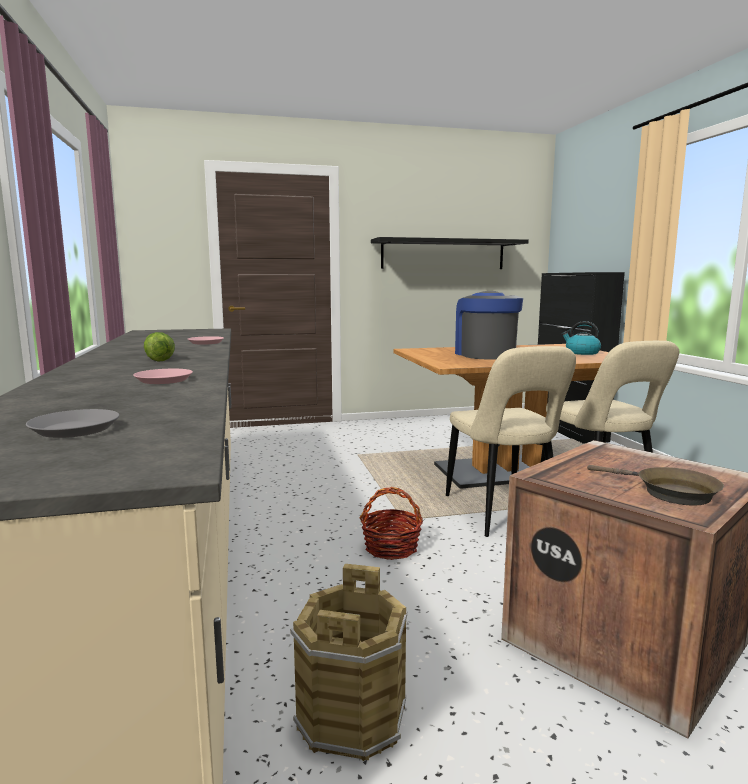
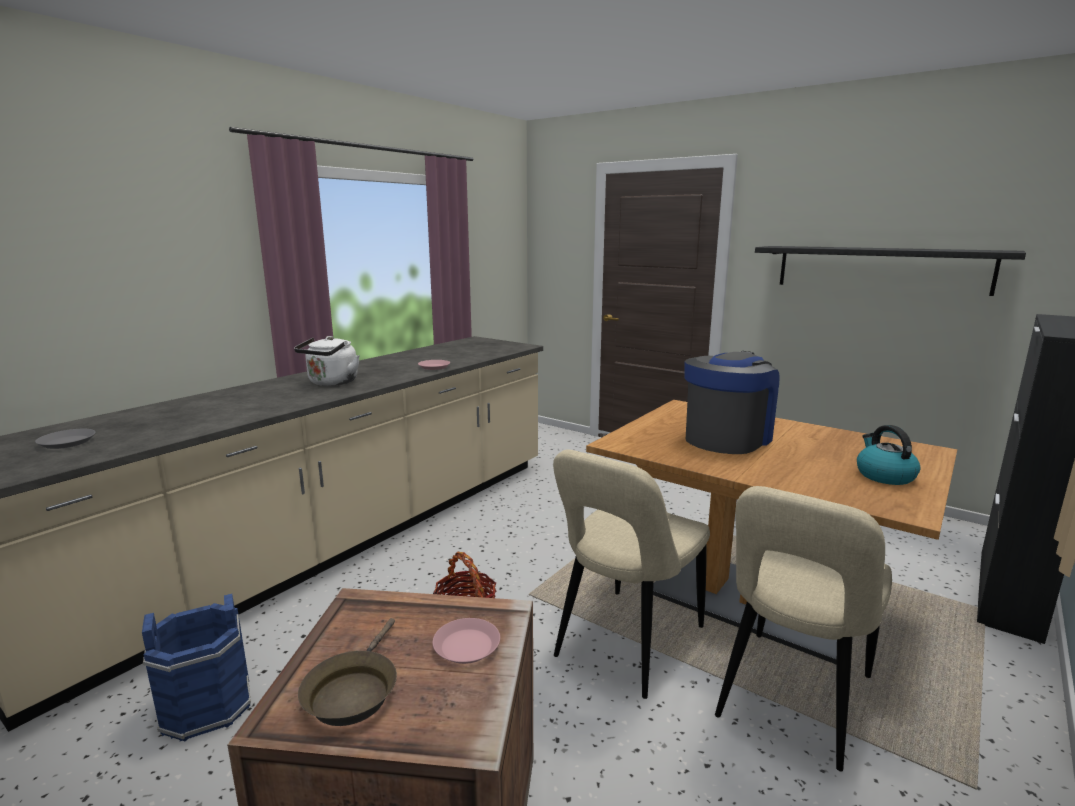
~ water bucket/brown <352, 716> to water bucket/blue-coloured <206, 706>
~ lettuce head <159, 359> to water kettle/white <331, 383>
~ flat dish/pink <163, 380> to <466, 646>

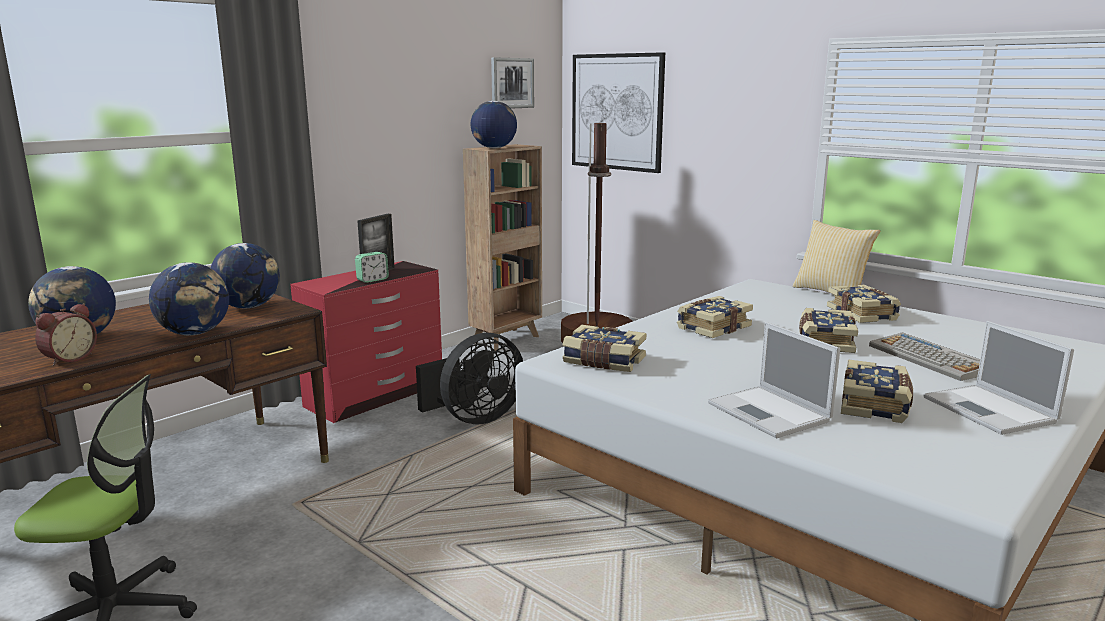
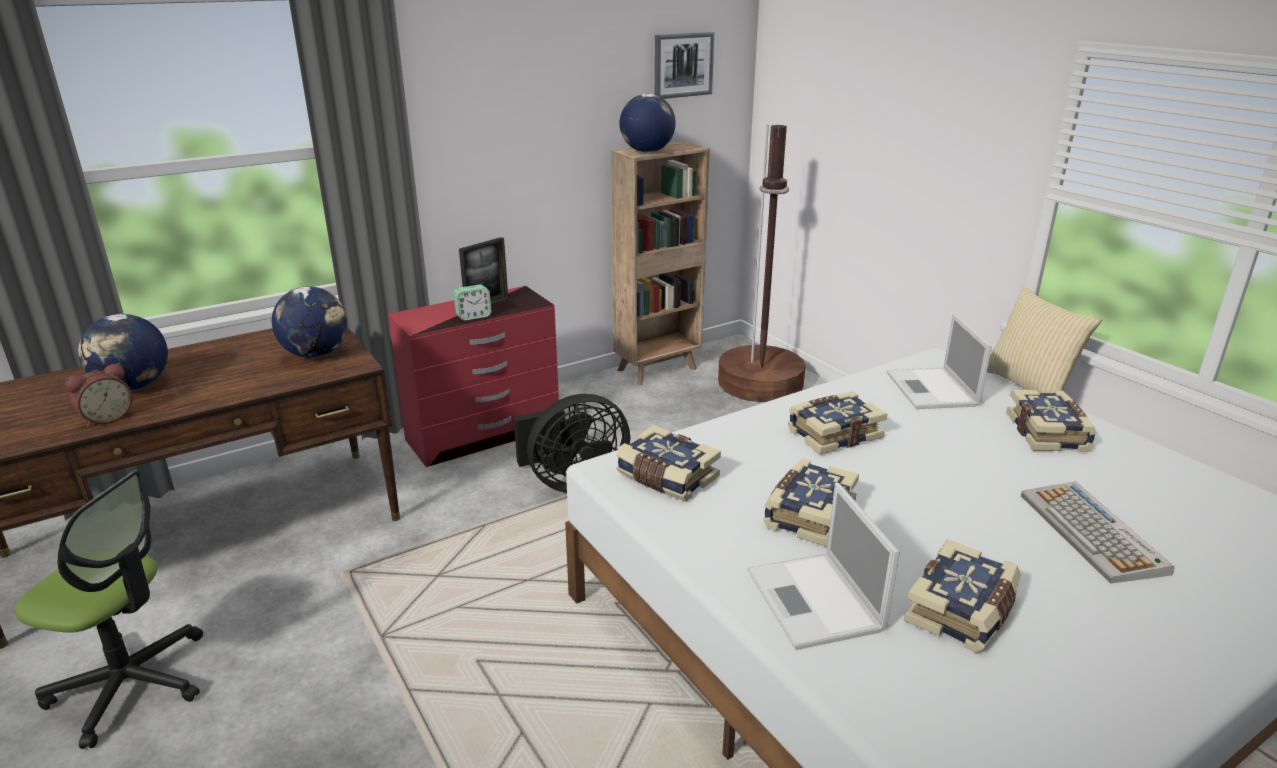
~ bound book <825, 342> to <807, 514>
~ portable computer <991, 410> to <932, 390>
- desk globe <195, 333>
- picture <617, 112>

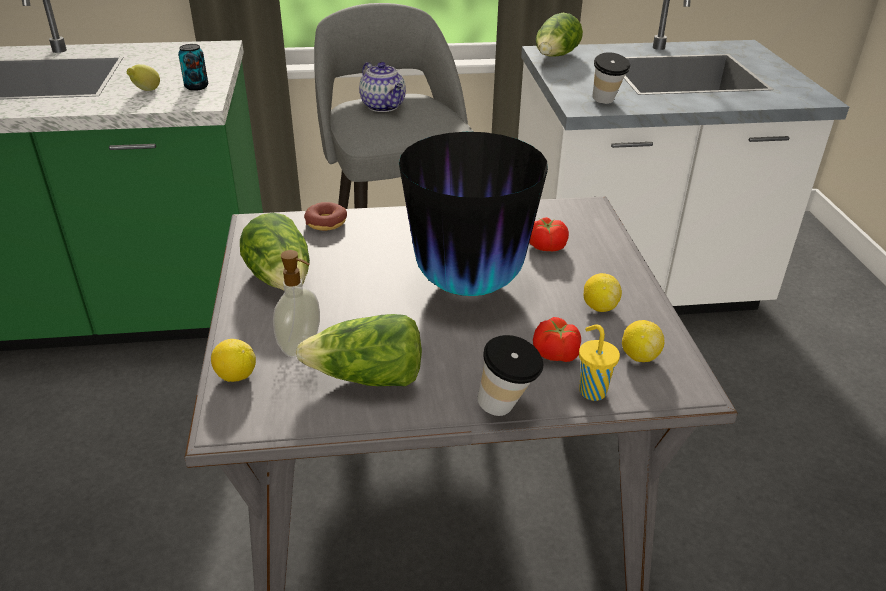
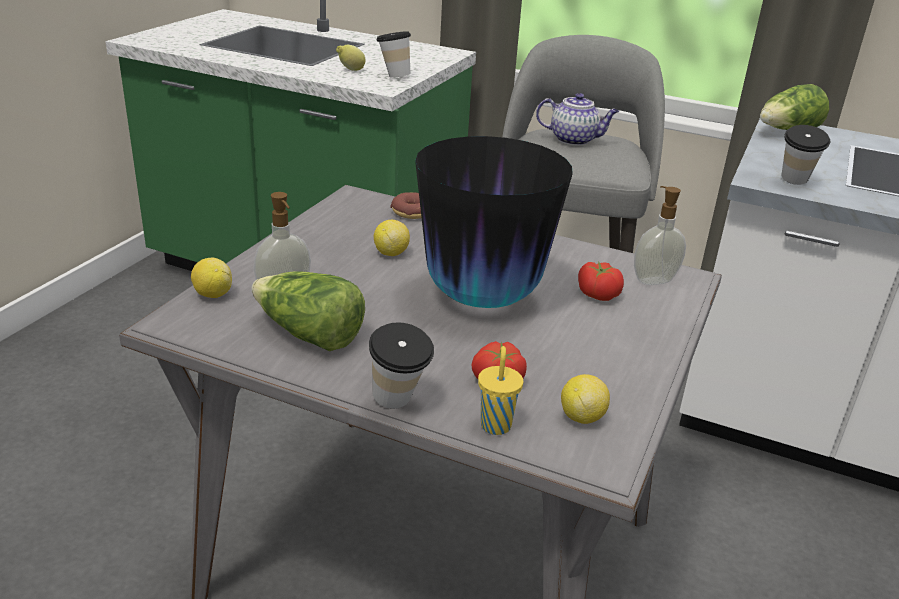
~ citrus fruit <599, 307> to <391, 253>
~ sealed can <196, 87> to drinking cup <393, 76>
~ teapot <384, 106> = <574, 140> 75 degrees counterclockwise
+ soap bottle <653, 280>
- lettuce head <282, 279>

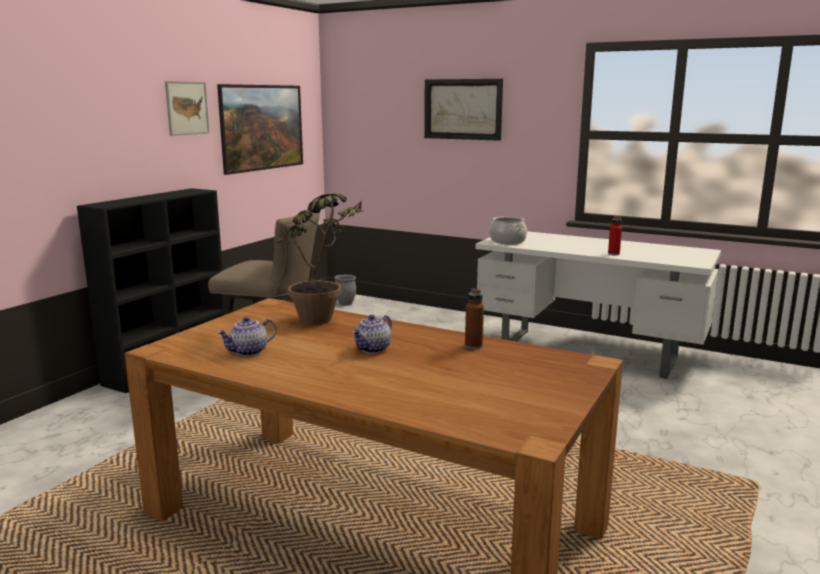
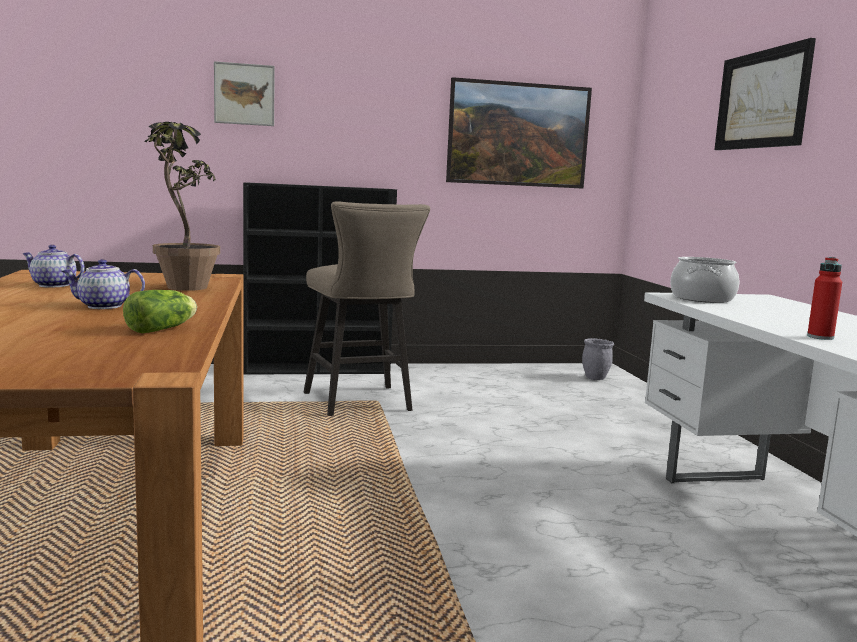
~ drink bottle/brown <473, 346> to lettuce head <163, 329>
~ picture <187, 108> to <244, 94>

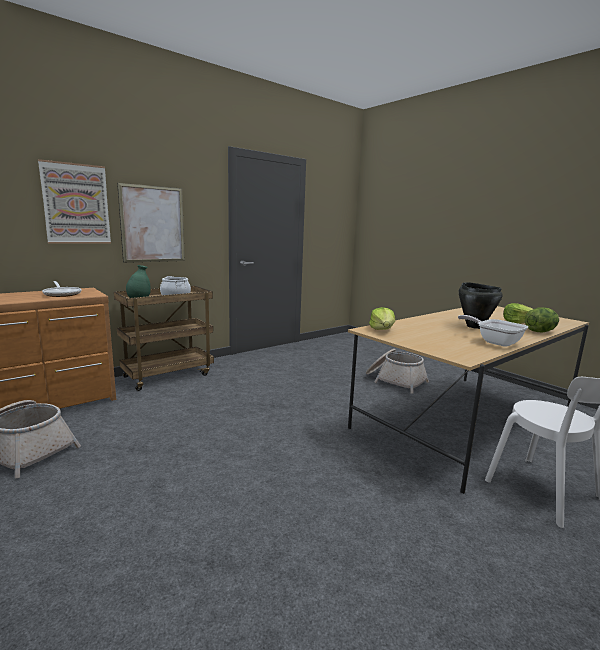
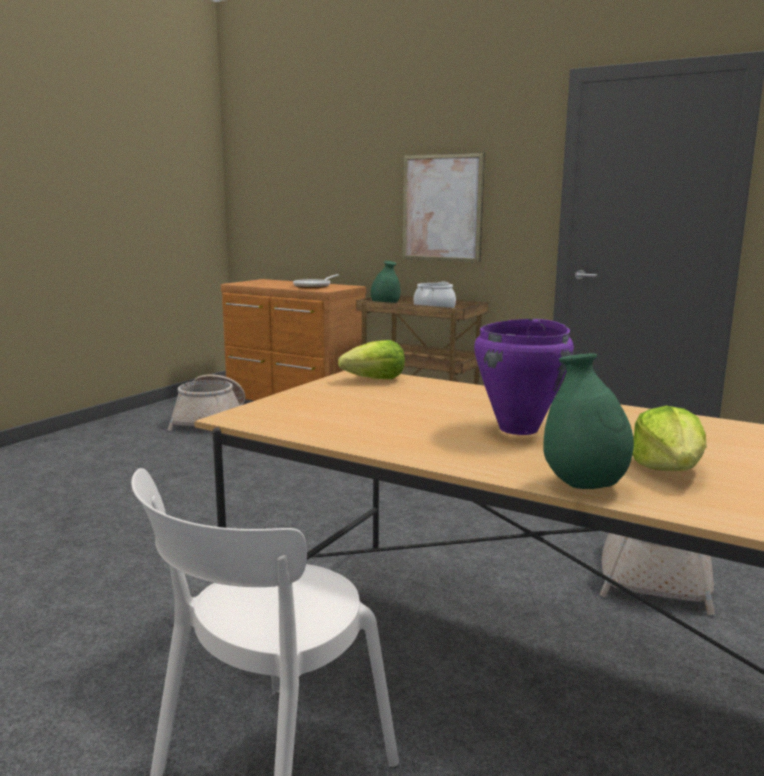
~ saucepot/black-coloured <474, 326> to saucepot/purple <519, 429>
~ lettuce head <540, 331> to vase/green-coloured <584, 486>
- picture <76, 204>
- skillet <494, 342>

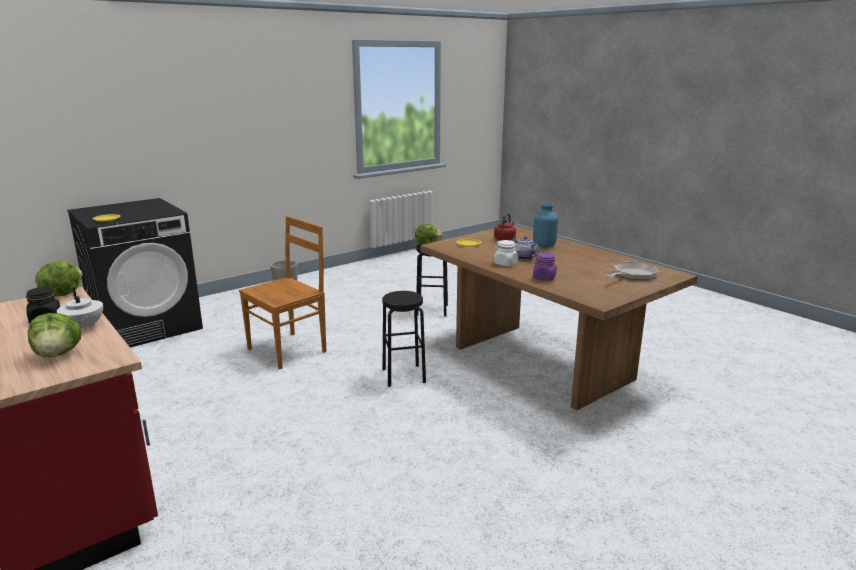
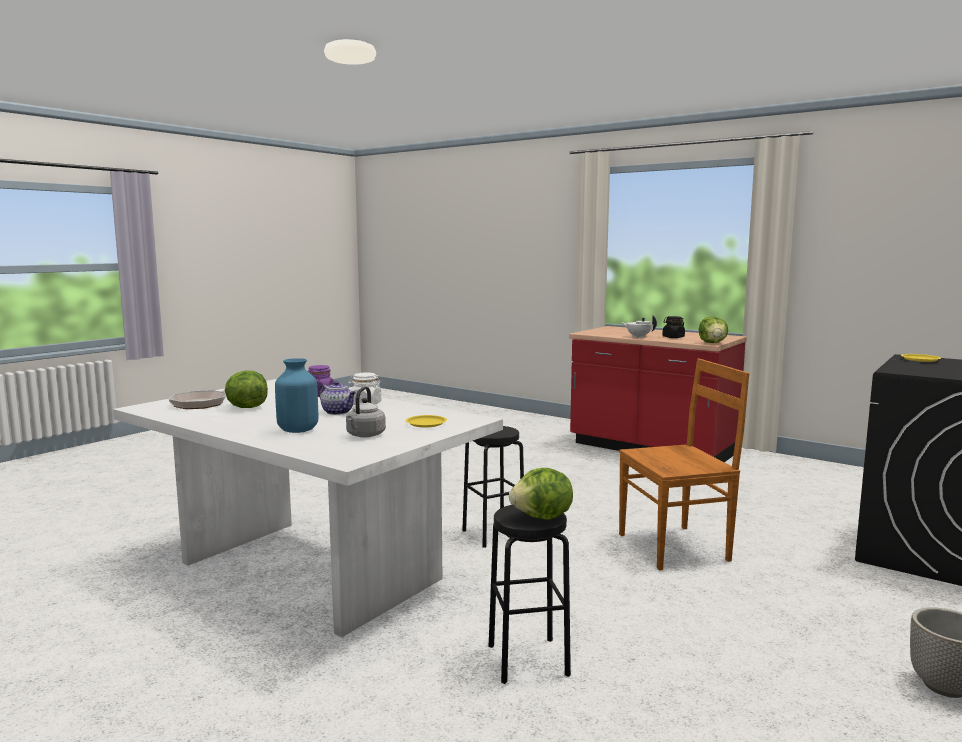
~ kitchen table/brown <540, 362> to kitchen table/white <311, 570>
~ lettuce head <58, 354> to <246, 407>
~ water kettle/reddish <505, 239> to water kettle/grey <364, 435>
~ chair/brown <289, 349> = <676, 547> 135 degrees counterclockwise

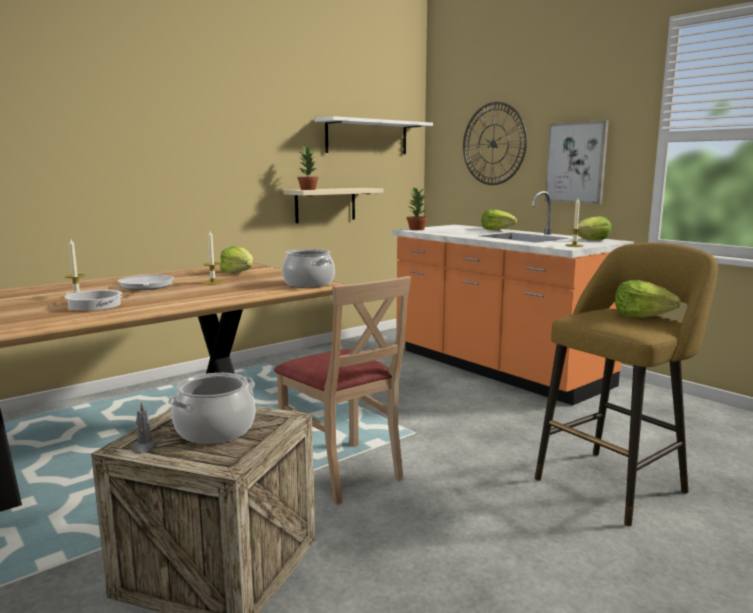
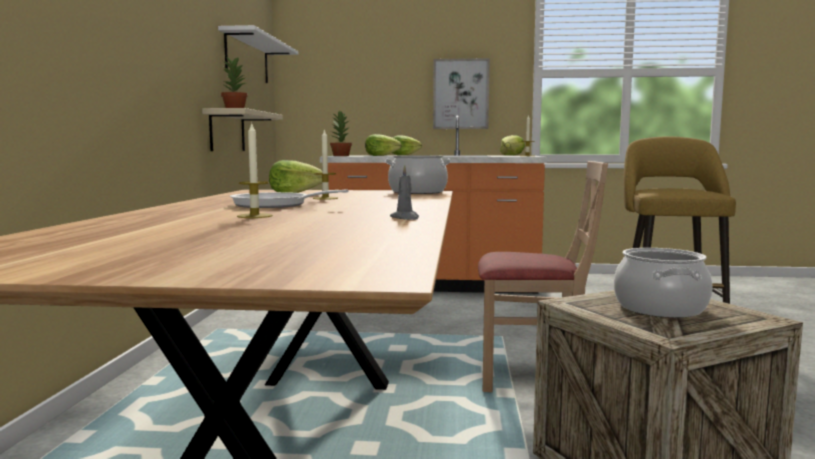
~ lettuce head <641, 316> to <381, 156>
~ candle/grey <144, 447> to <405, 218>
- saucepot <95, 305>
- clock on the wall <493, 144>

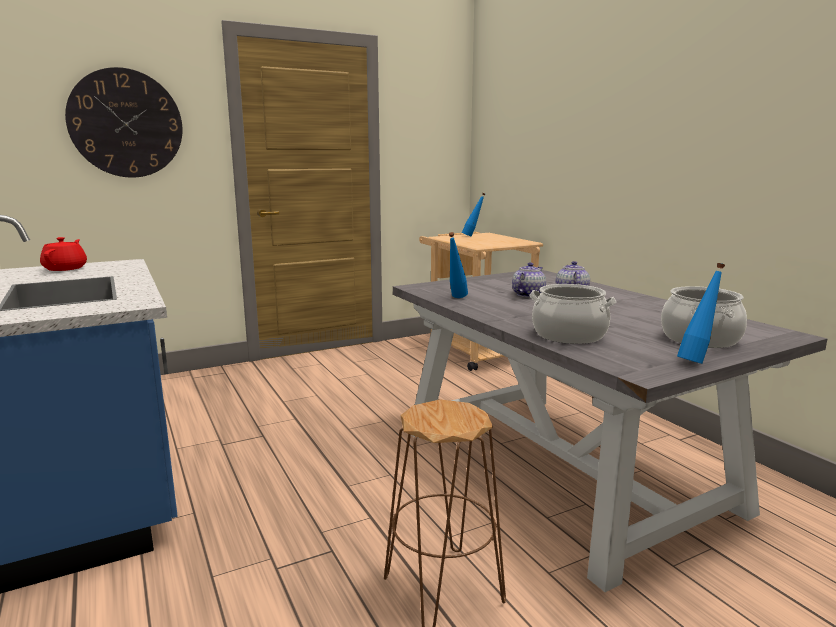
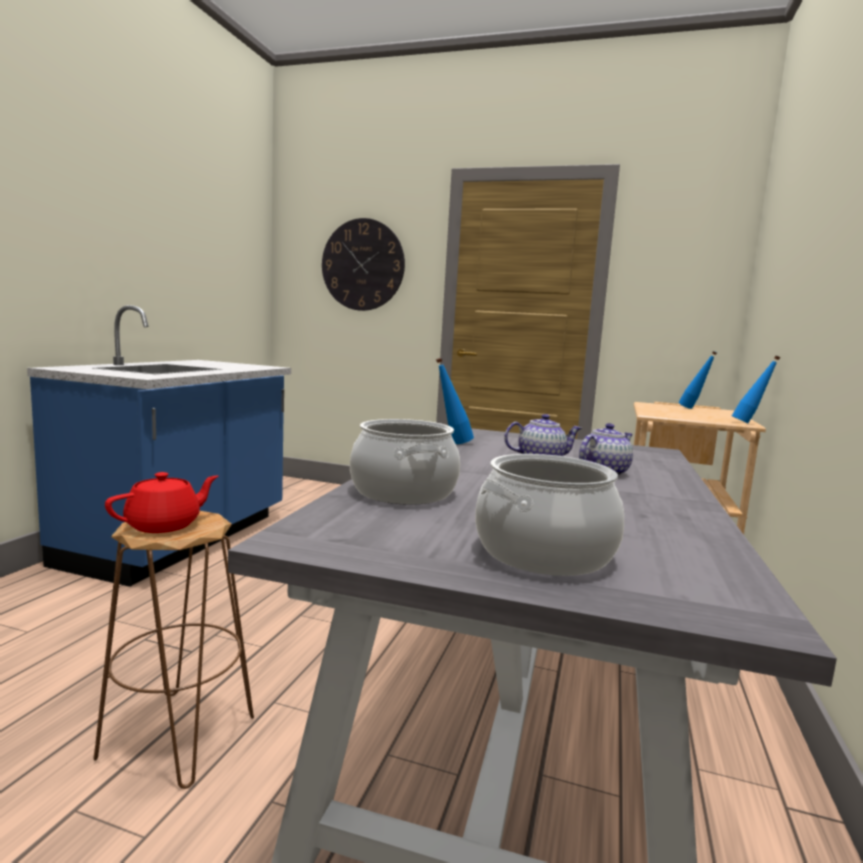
~ teapot/reddish <66, 268> to <165, 525>
~ drink bottle/blue-coloured <696, 361> to <750, 423>

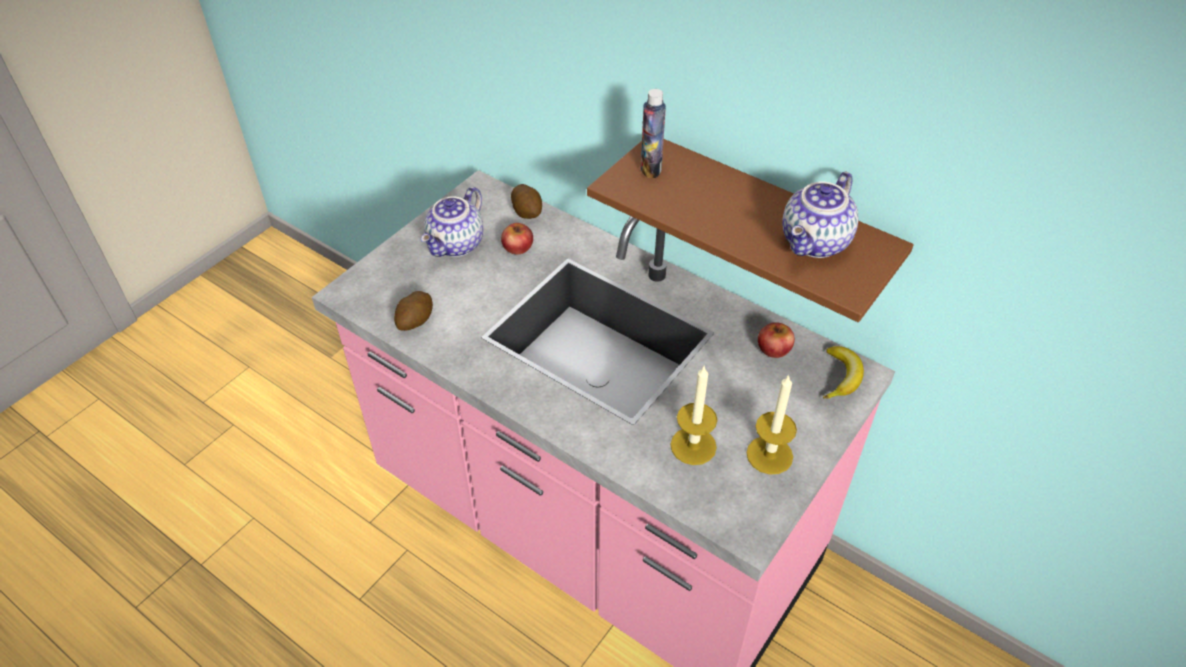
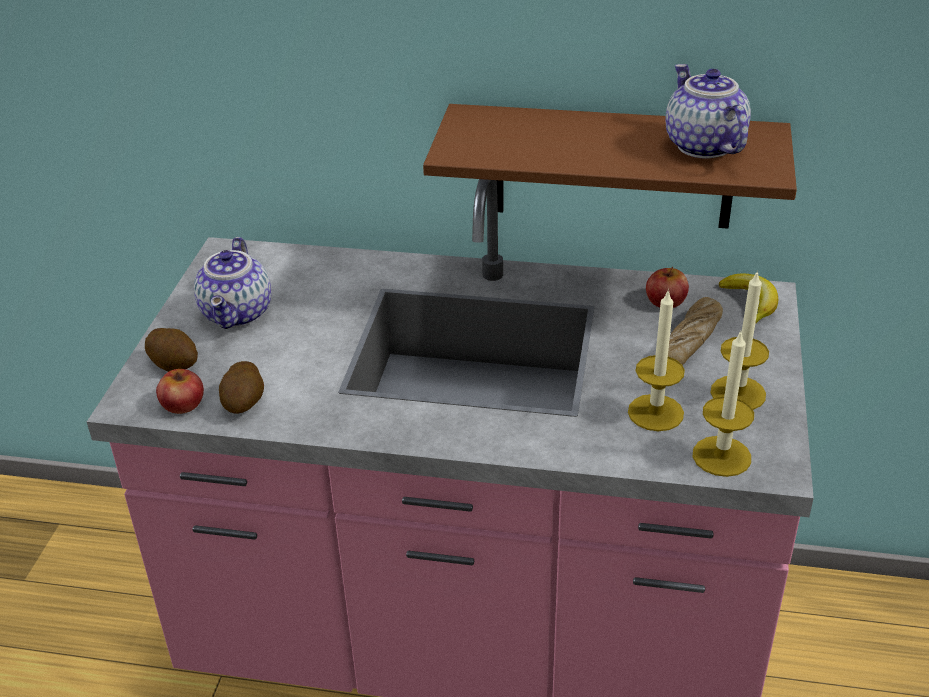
~ whole potato <527, 212> to <175, 364>
~ apple fruit <517, 247> to <183, 403>
~ teapot <816, 243> = <701, 146> 150 degrees clockwise
+ bread <689, 342>
+ candle <721, 456>
- drink bottle <651, 168>

